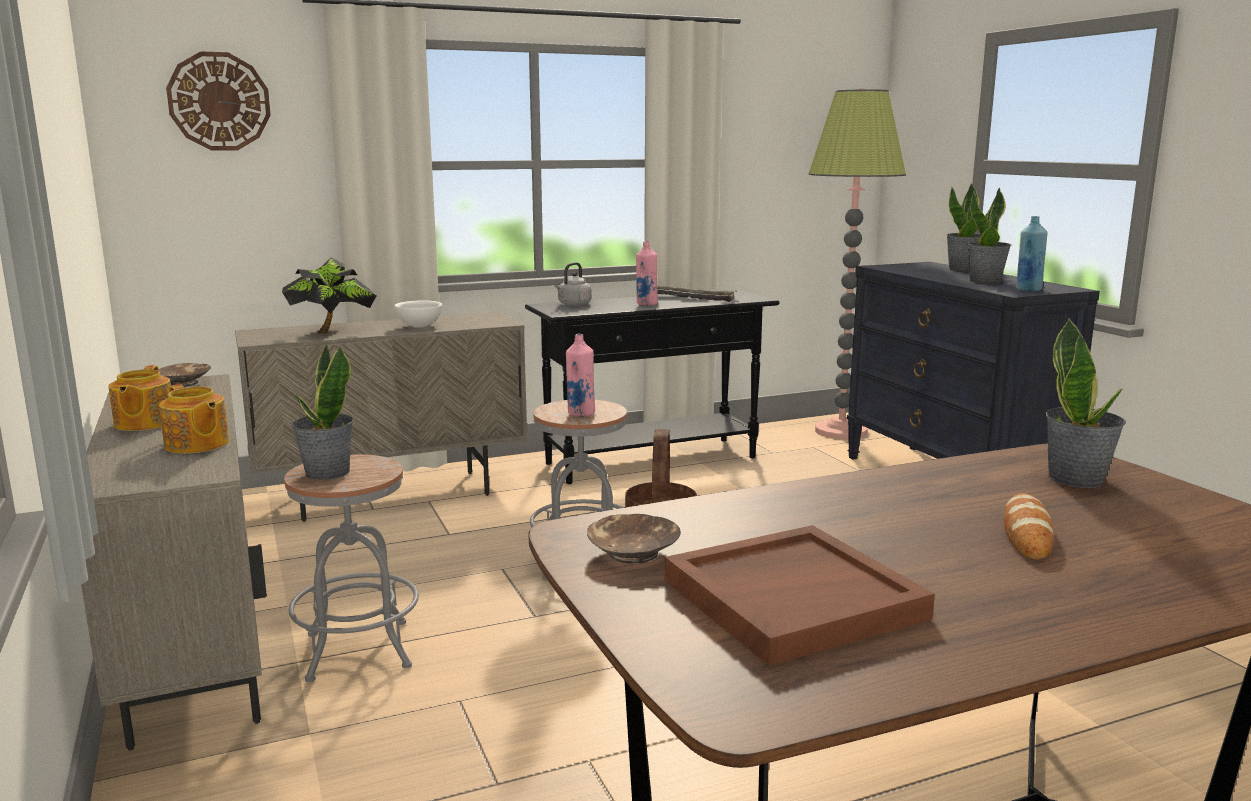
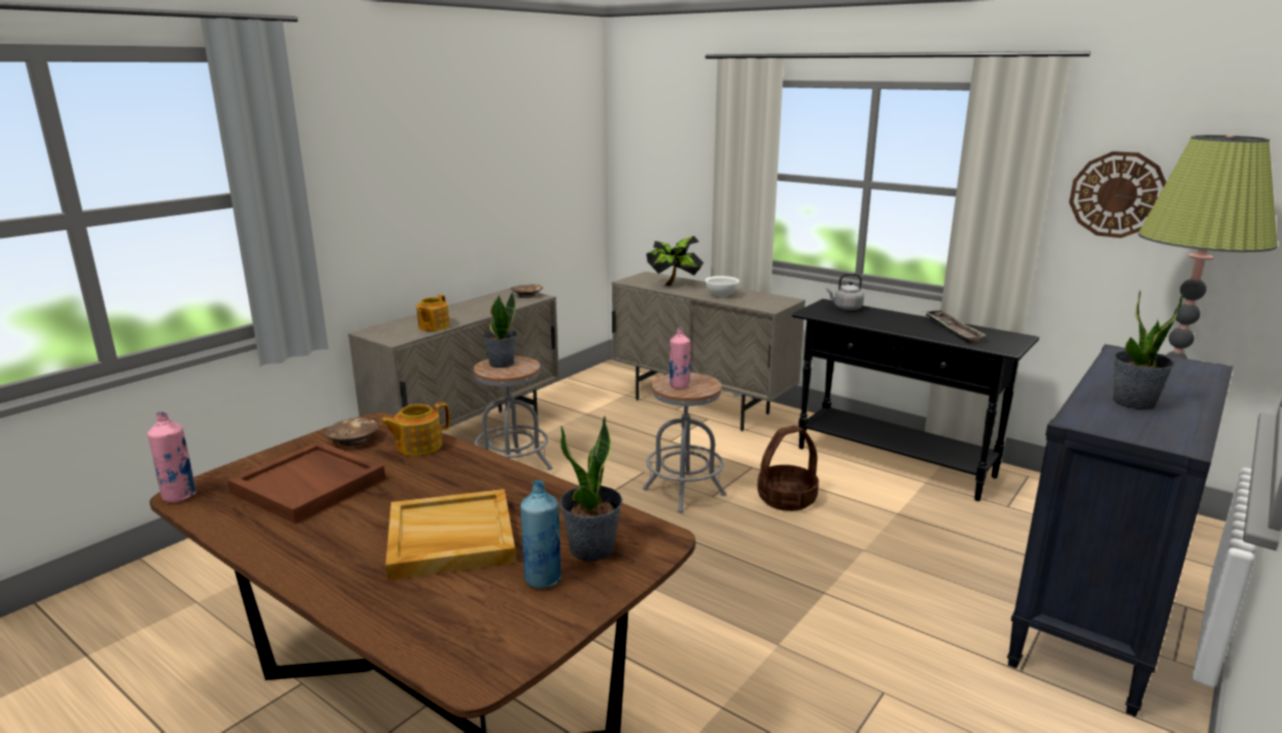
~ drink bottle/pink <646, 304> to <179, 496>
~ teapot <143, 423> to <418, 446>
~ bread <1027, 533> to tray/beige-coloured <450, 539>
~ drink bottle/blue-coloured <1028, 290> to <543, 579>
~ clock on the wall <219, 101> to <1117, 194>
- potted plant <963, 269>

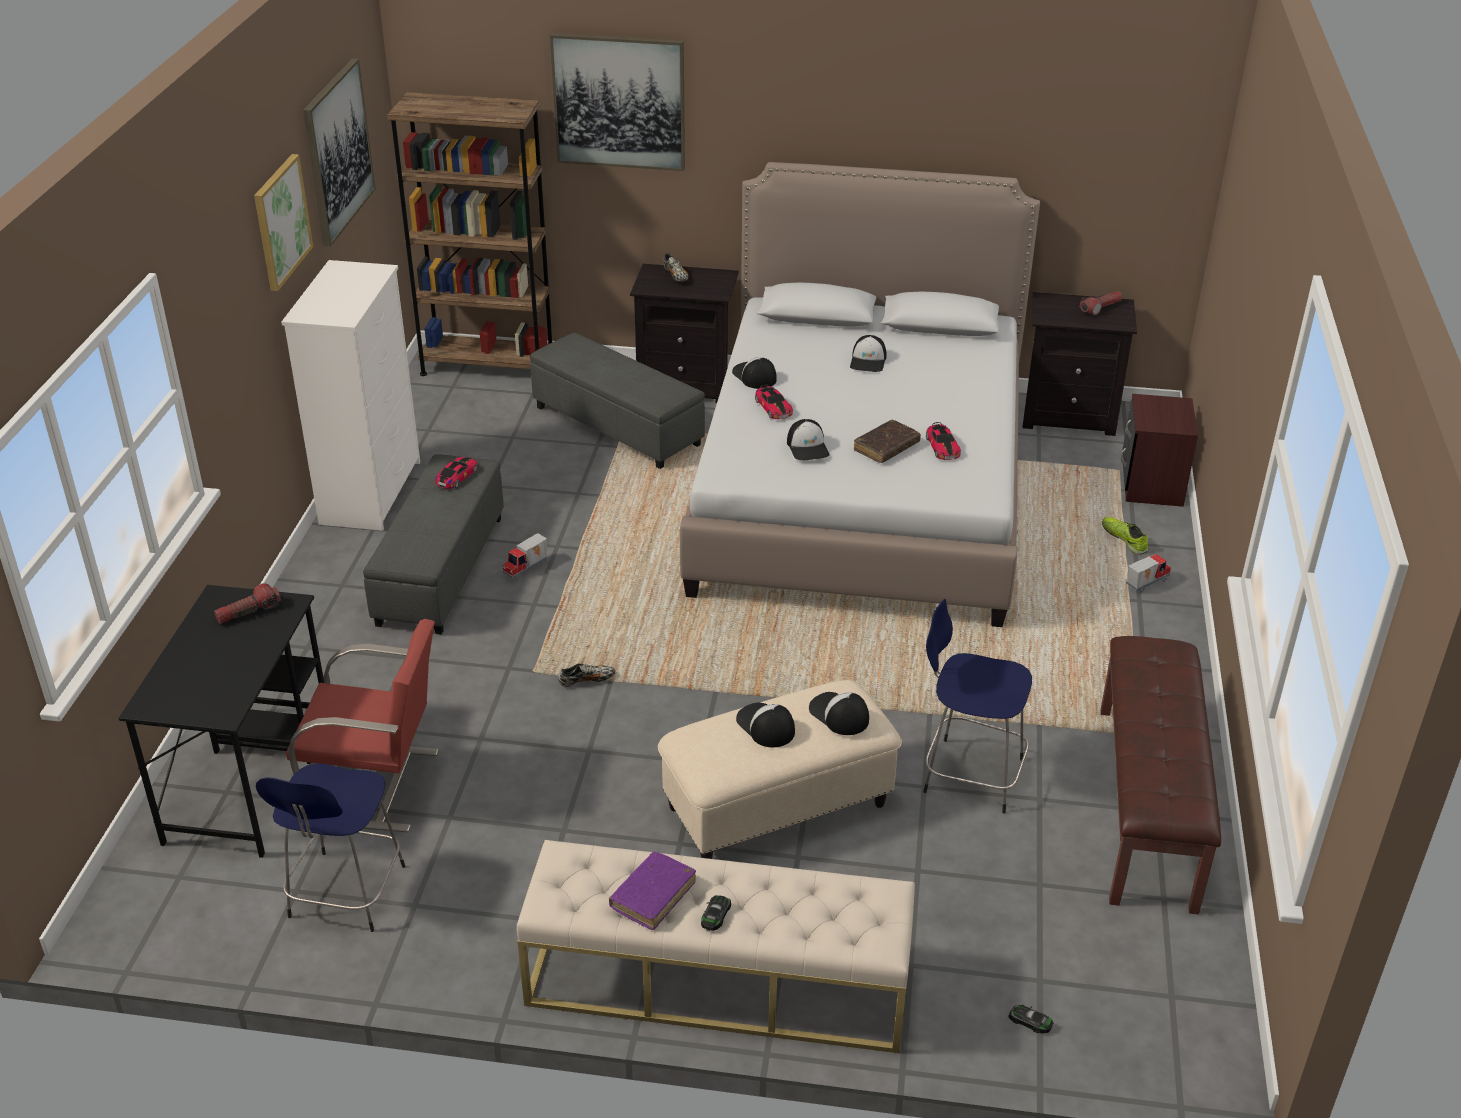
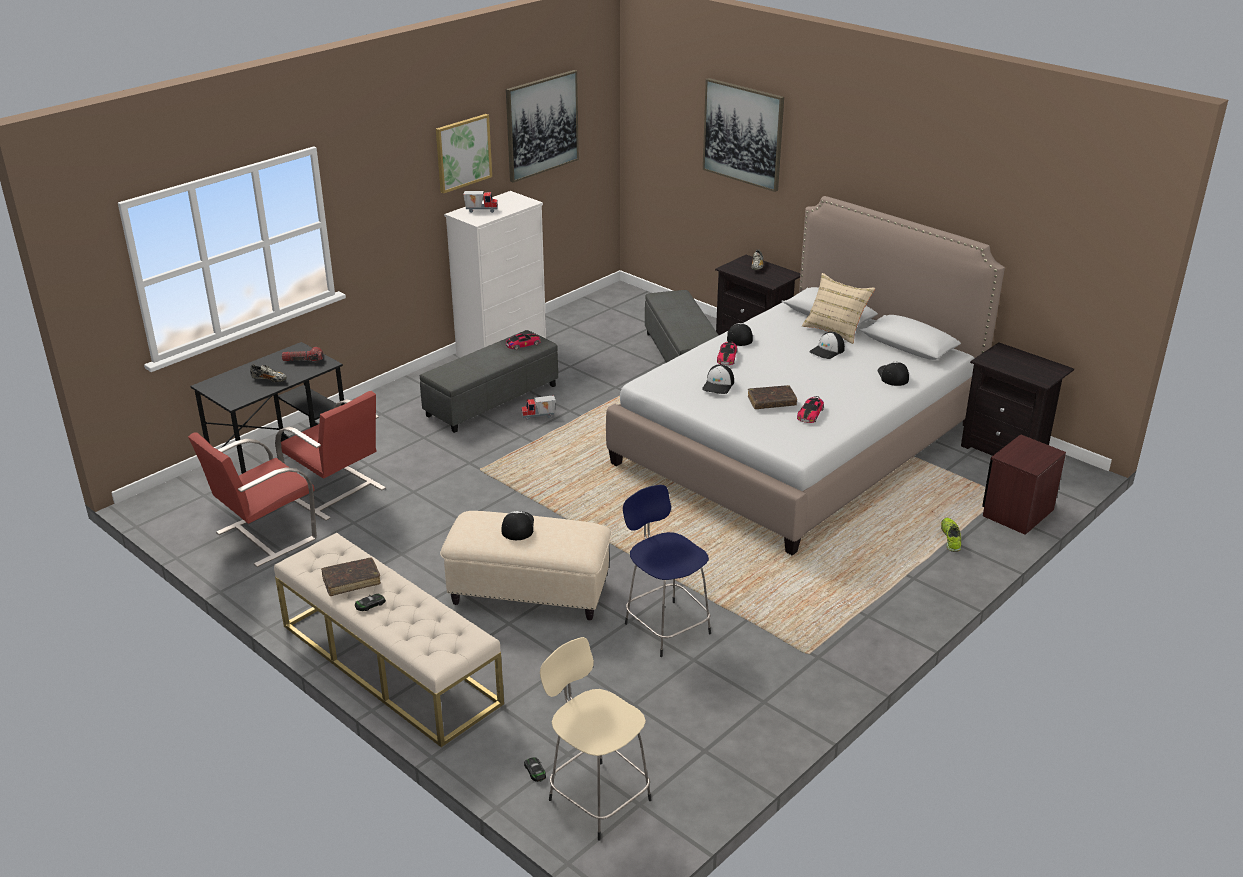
~ stool/blue-coloured <345, 895> to chair/reddish <264, 536>
~ item of footwear <587, 681> to <269, 380>
~ bound book/purple <653, 896> to bound book/brown <351, 581>
~ toy truck <1145, 583> to <481, 210>
+ stool/beige-coloured <597, 797>
+ throw pillow/beige-coloured <835, 330>
~ baseball cap <838, 715> to <892, 376>
- bookcase/brown <487, 366>
- flashlight <1100, 308>
- indoor bench/brown <1147, 806>

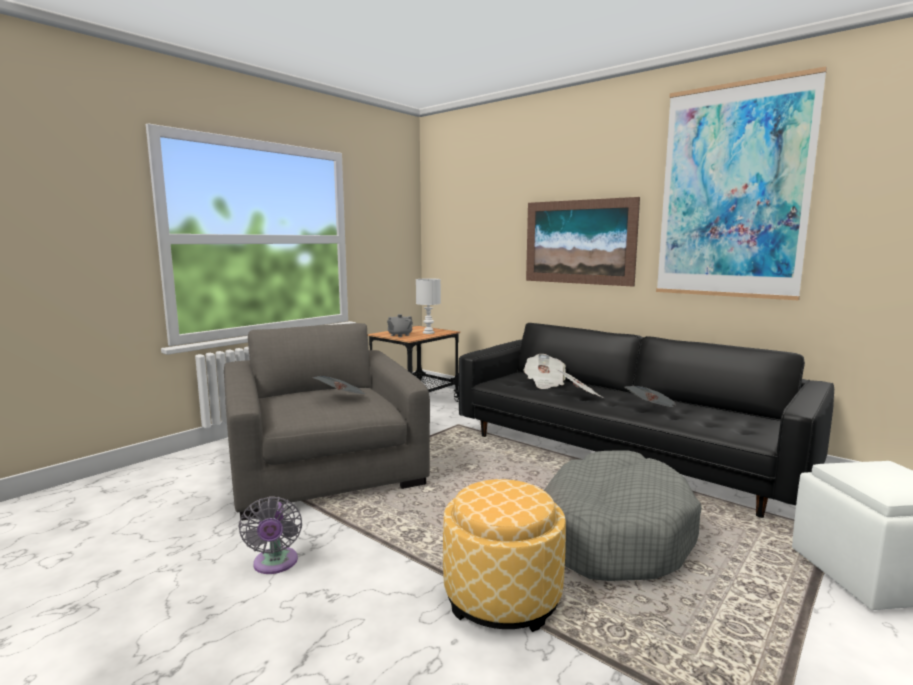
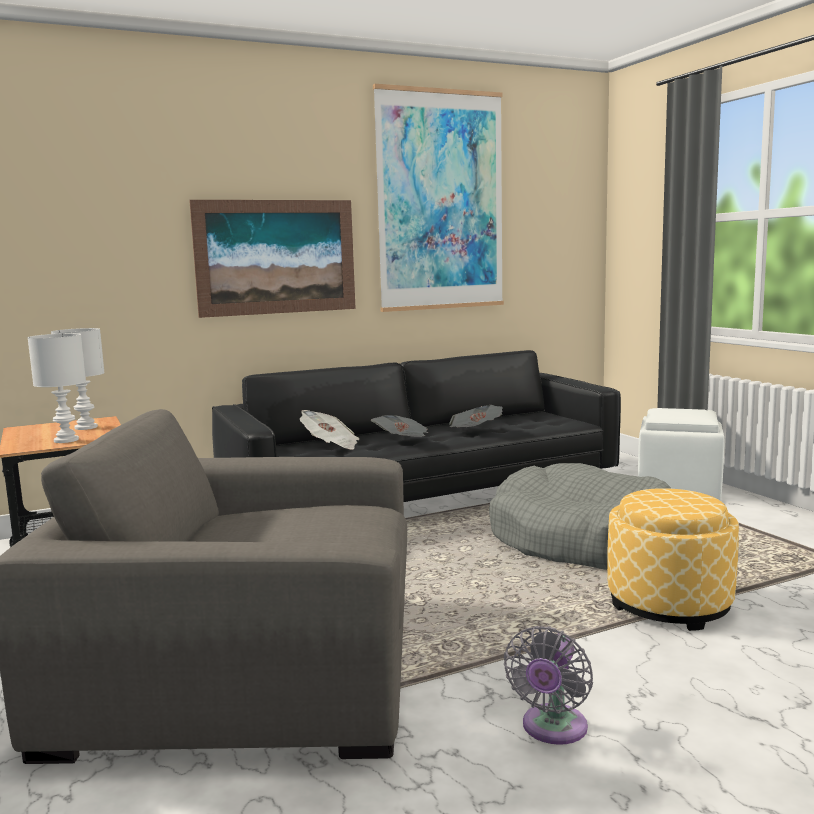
~ teapot/grey <399, 335> to table lamp/white <65, 440>
~ fan/grey <275, 564> = <552, 729> 105 degrees clockwise
- newspaper <342, 399>

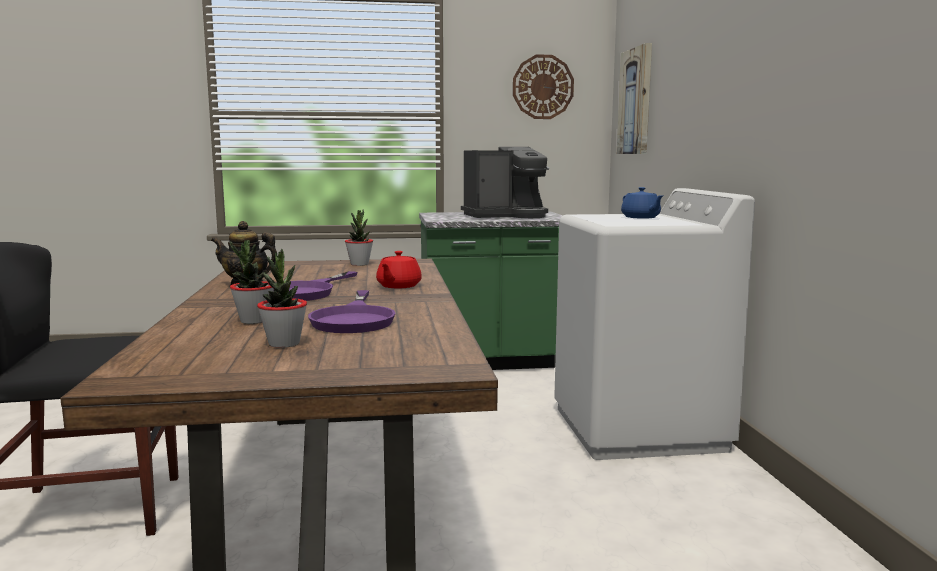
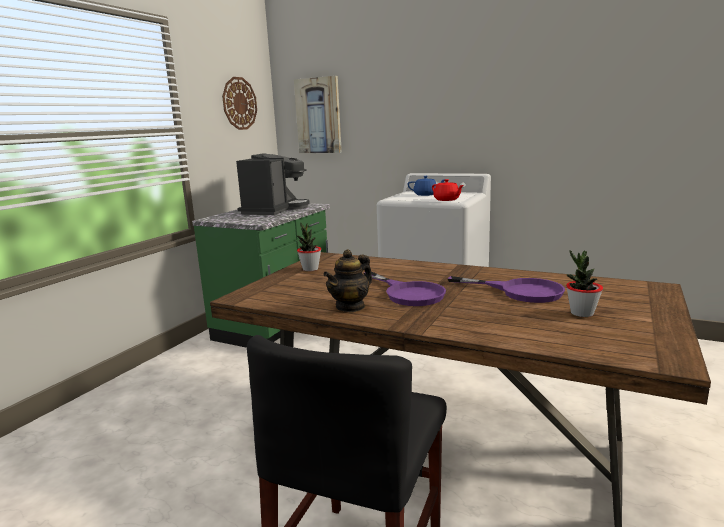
~ teapot/reddish <398, 286> to <447, 200>
- potted plant <254, 321>

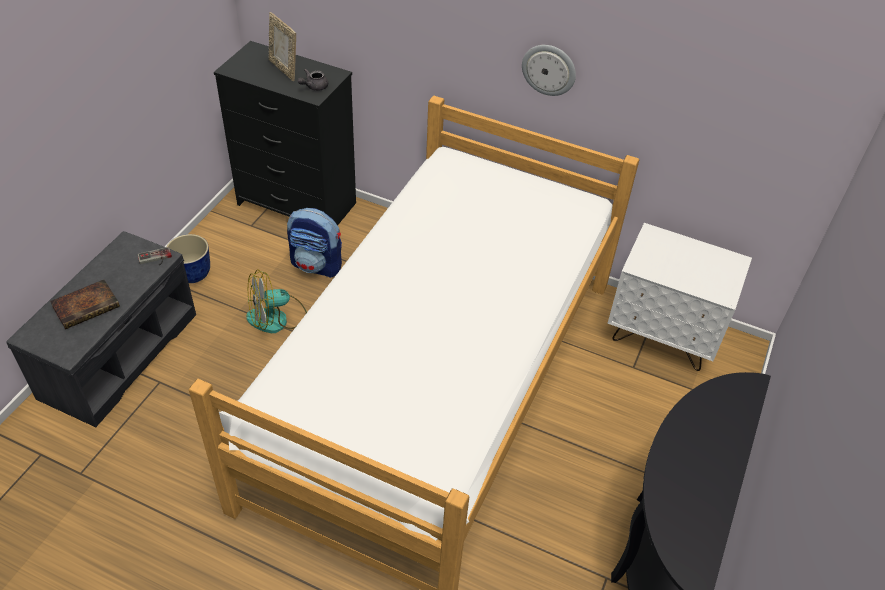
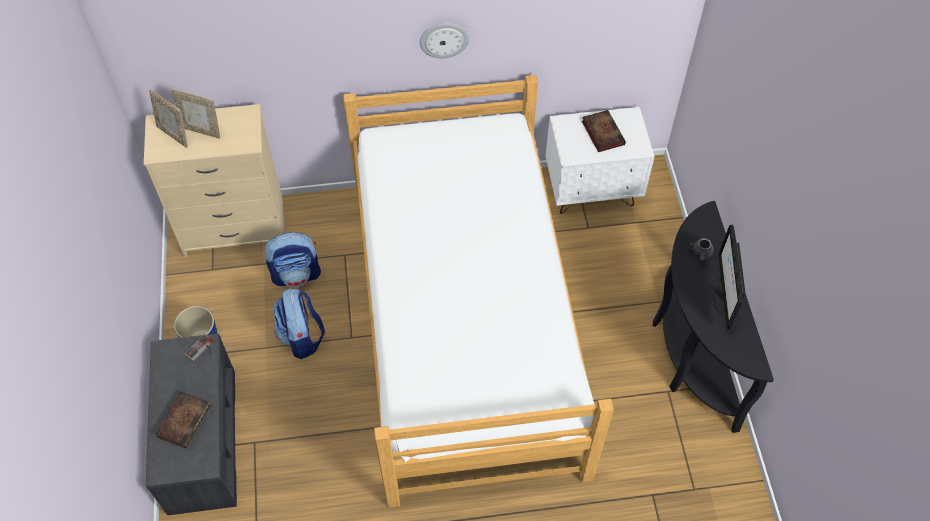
~ dresser/black-coloured <296, 204> to dresser/beige-coloured <234, 229>
+ standing frame <174, 135>
~ fan <277, 318> to rucksack <302, 337>
+ bound book <602, 132>
~ teapot/grey <314, 87> to <701, 253>
+ computer screen <723, 300>

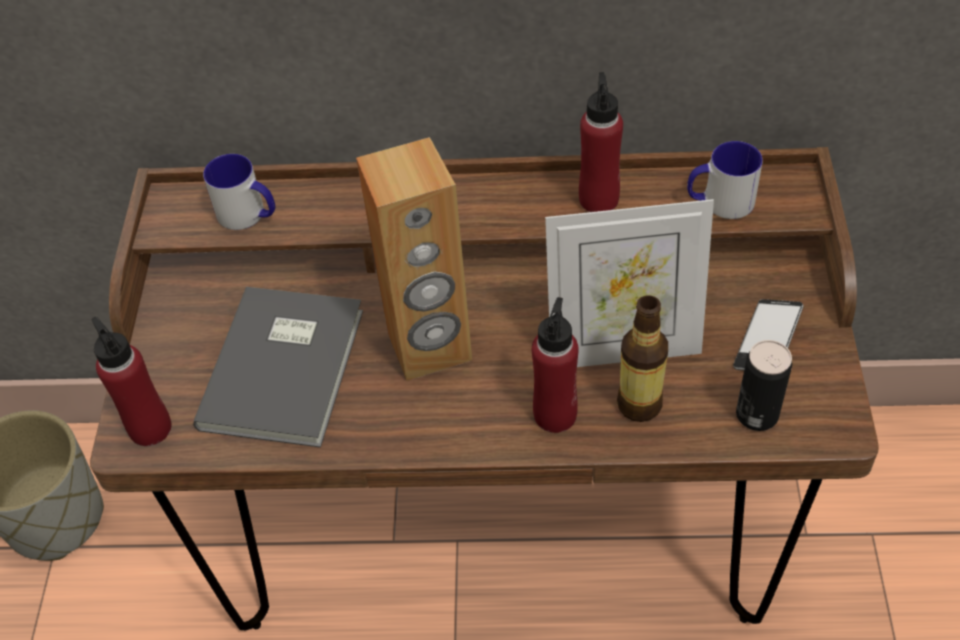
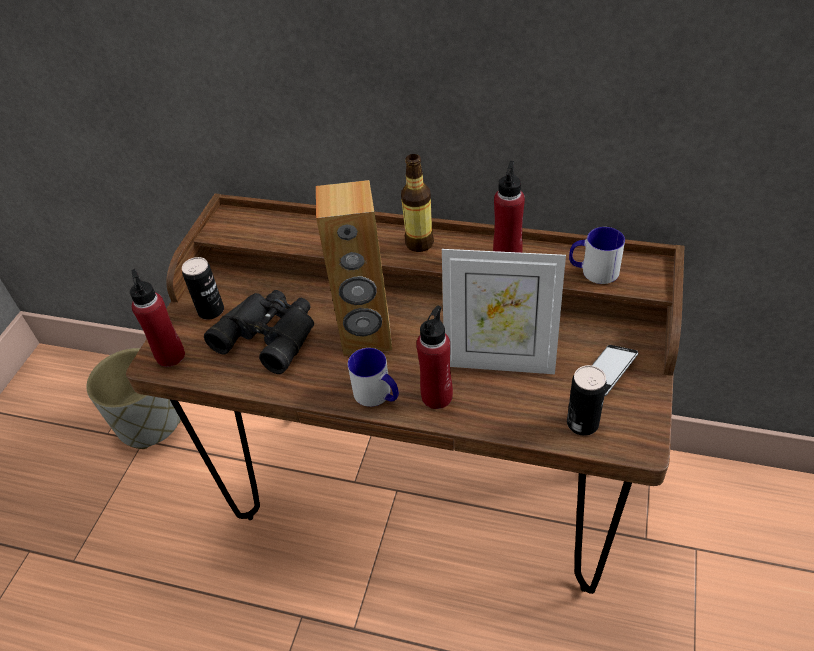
+ sealed can <211, 311>
~ bound book/grey <288, 367> to pair of binoculars/black-coloured <270, 333>
~ coffee mug <249, 215> to <378, 395>
~ drink bottle <639, 404> to <419, 243>

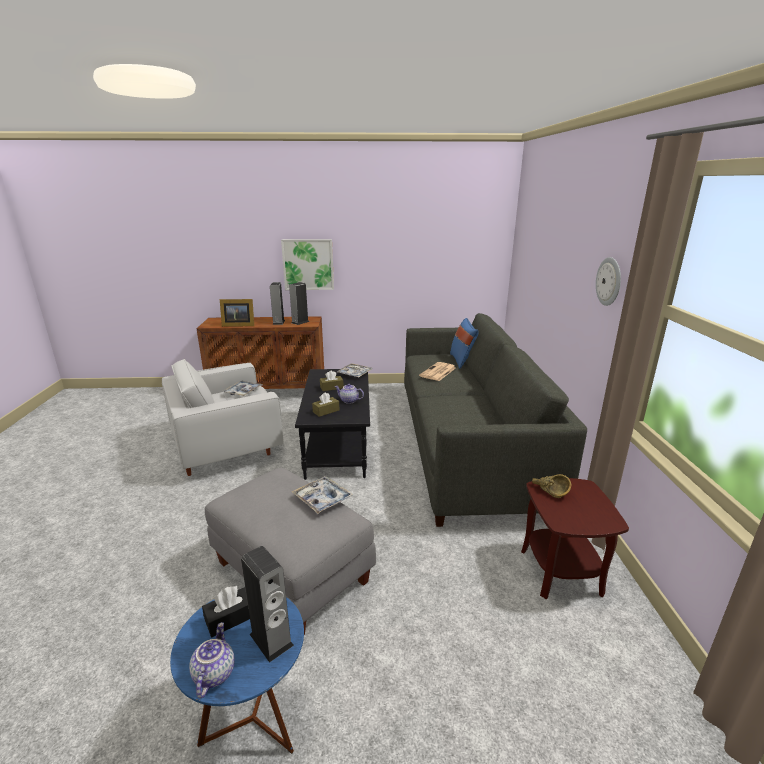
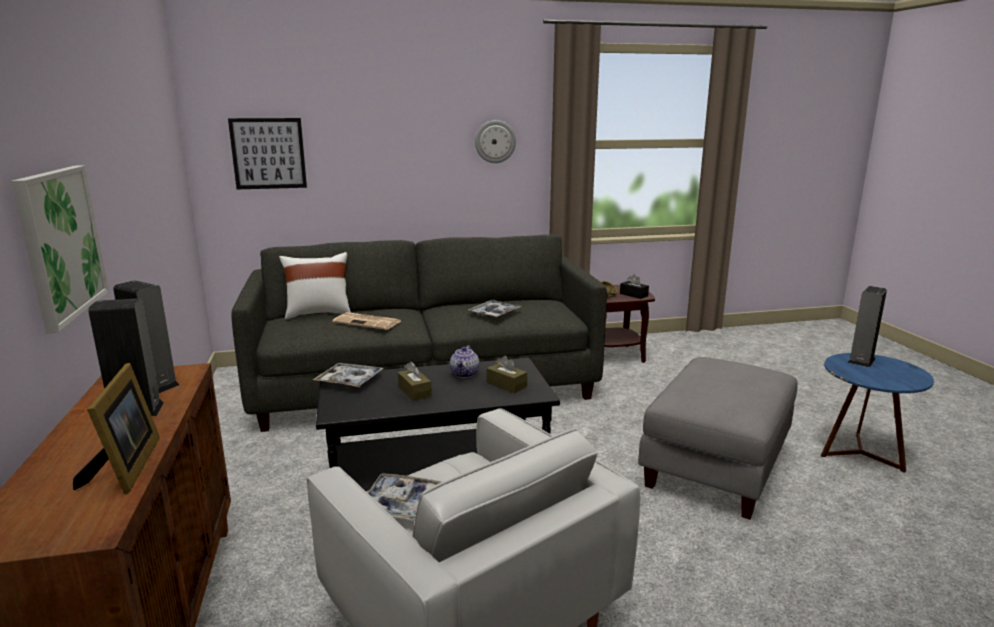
+ picture <268, 153>
~ throw pillow/blue-coloured <462, 361> to throw pillow/white <318, 313>
~ tray <322, 499> to <494, 313>
~ tissue holder/black-coloured <230, 618> to <633, 295>
- teapot <213, 673>

